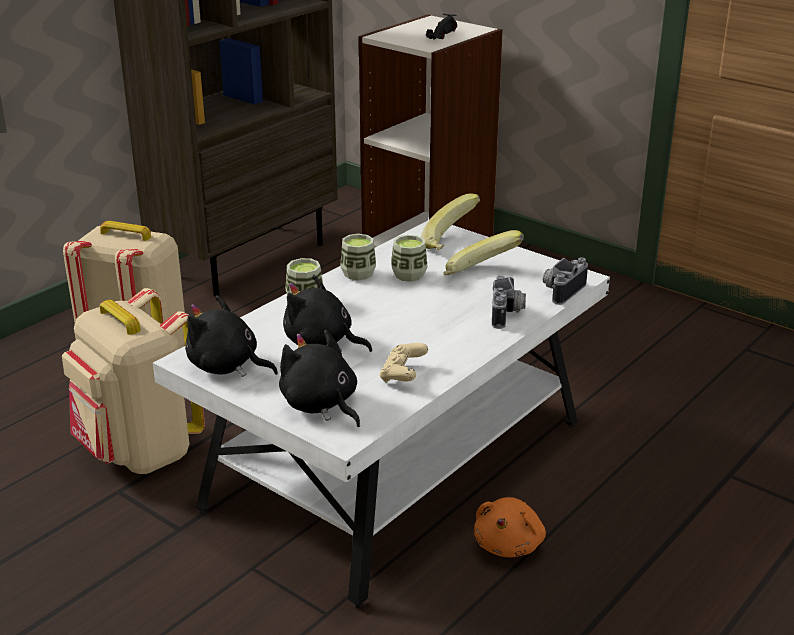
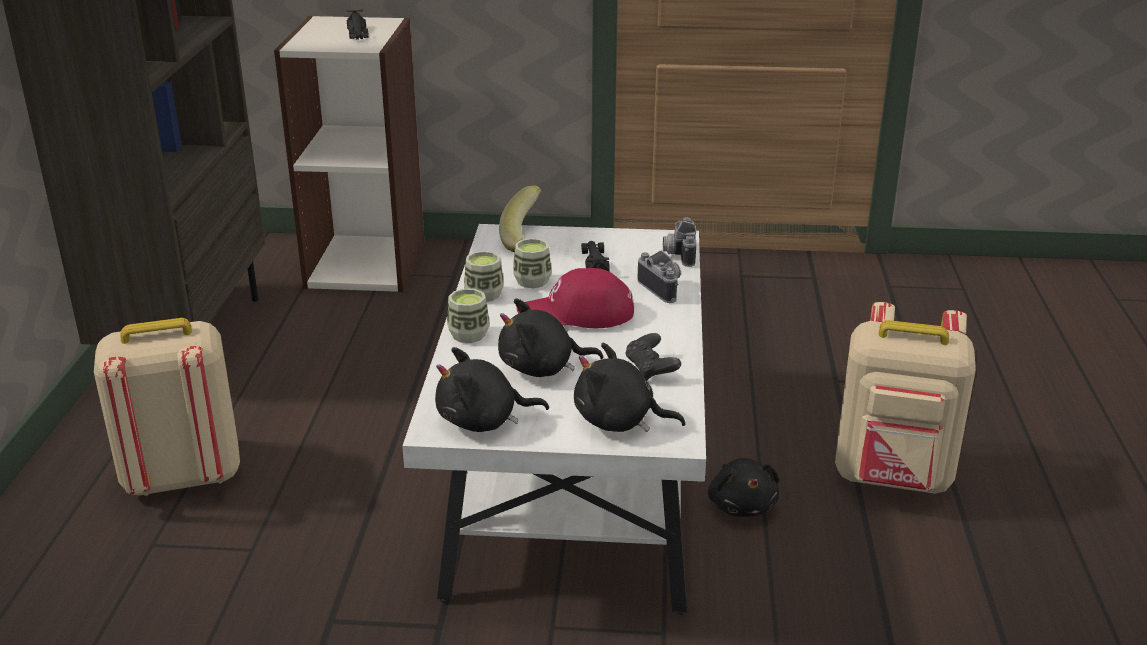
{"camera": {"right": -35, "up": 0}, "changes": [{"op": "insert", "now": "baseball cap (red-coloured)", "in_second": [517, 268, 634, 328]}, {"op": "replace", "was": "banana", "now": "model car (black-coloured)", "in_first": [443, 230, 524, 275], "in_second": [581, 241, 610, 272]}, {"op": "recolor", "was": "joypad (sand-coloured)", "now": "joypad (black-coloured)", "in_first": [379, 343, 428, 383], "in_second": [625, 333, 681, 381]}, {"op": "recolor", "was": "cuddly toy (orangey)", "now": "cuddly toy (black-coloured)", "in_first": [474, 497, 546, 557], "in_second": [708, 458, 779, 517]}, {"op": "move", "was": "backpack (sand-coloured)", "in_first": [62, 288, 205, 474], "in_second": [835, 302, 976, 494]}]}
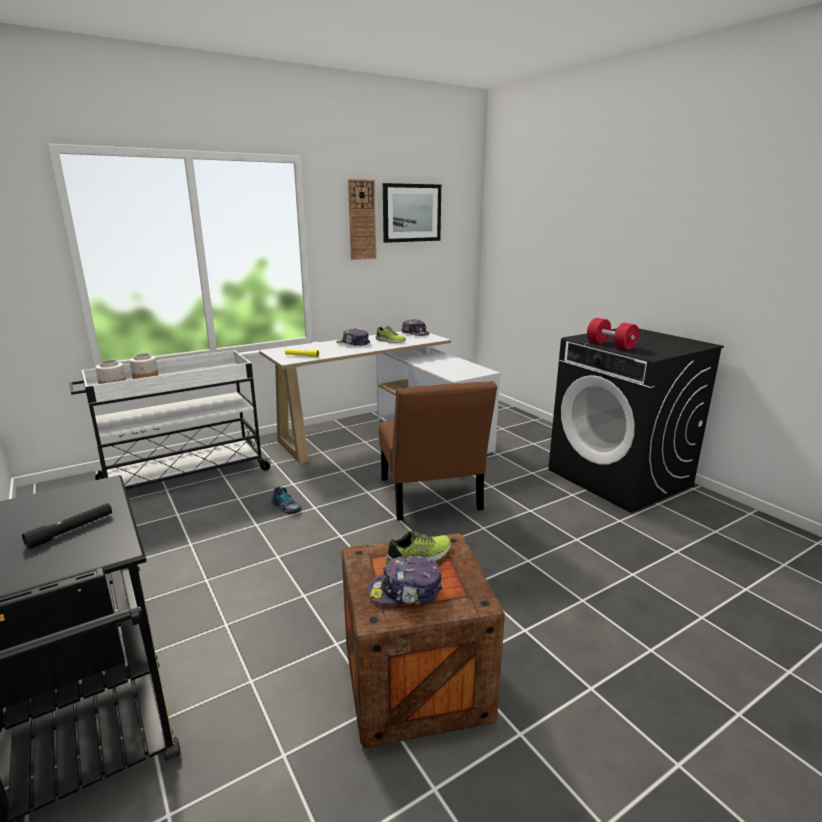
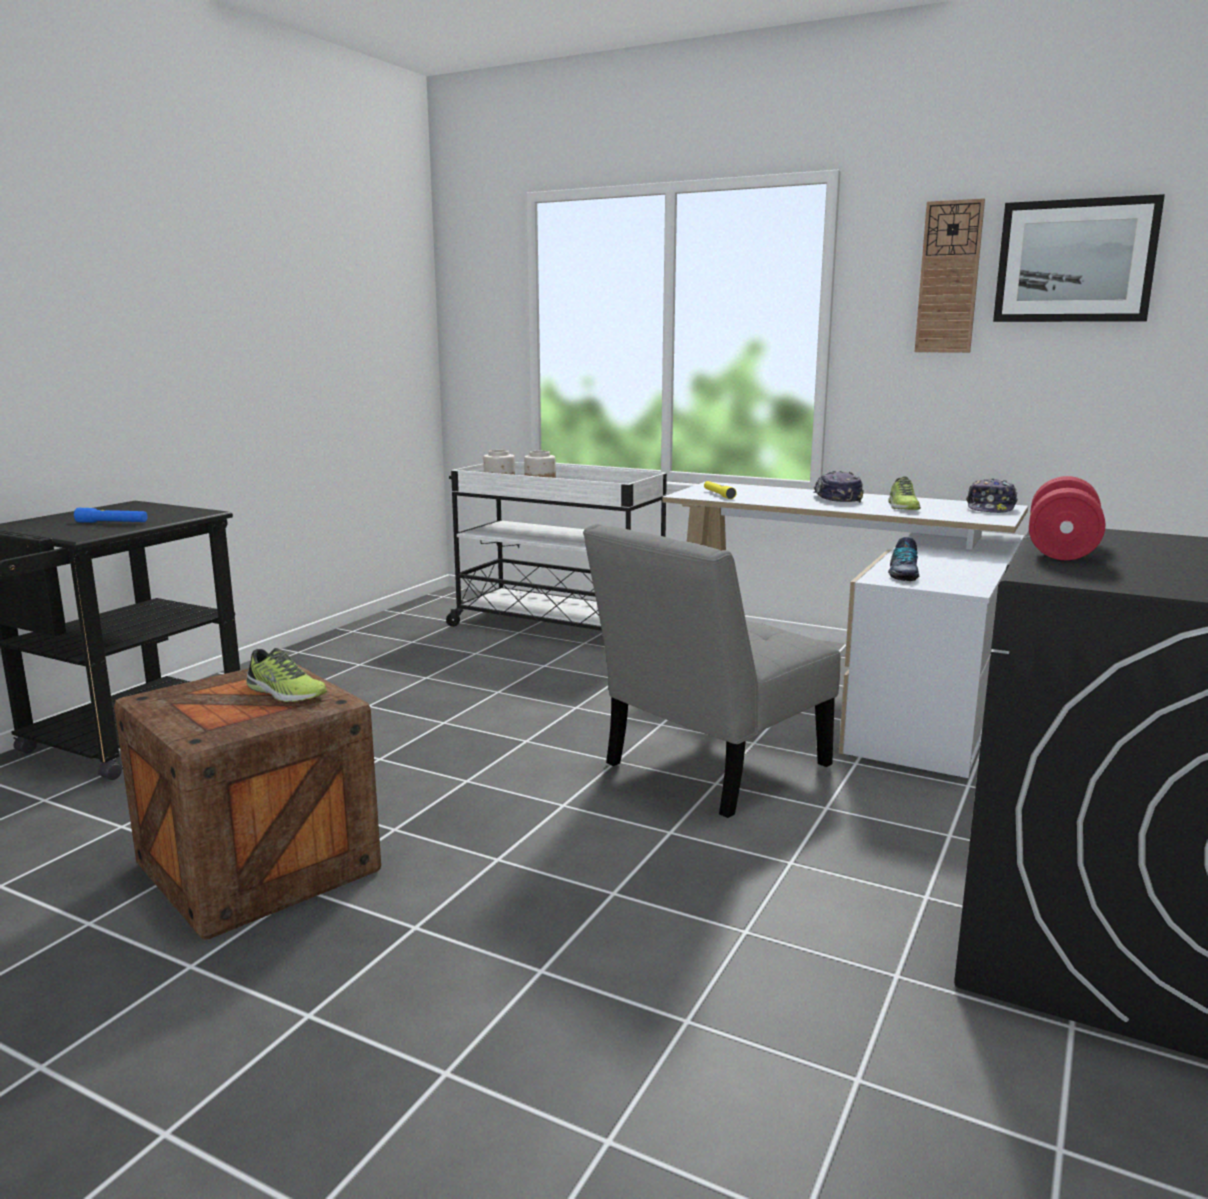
{"camera": {"right": 60, "up": -5}, "changes": [{"op": "recolor", "was": "torch (black-coloured)", "now": "torch (blue)", "in_first": [22, 503, 112, 549], "in_second": [74, 508, 148, 523]}, {"op": "recolor", "was": "chair (brown)", "now": "chair (greyish)", "in_first": [379, 381, 497, 521], "in_second": [583, 524, 840, 818]}, {"op": "move", "was": "shoe", "in_first": [272, 486, 301, 514], "in_second": [888, 537, 920, 581]}, {"op": "delete", "was": "baseball cap", "in_first": [367, 556, 443, 605]}]}
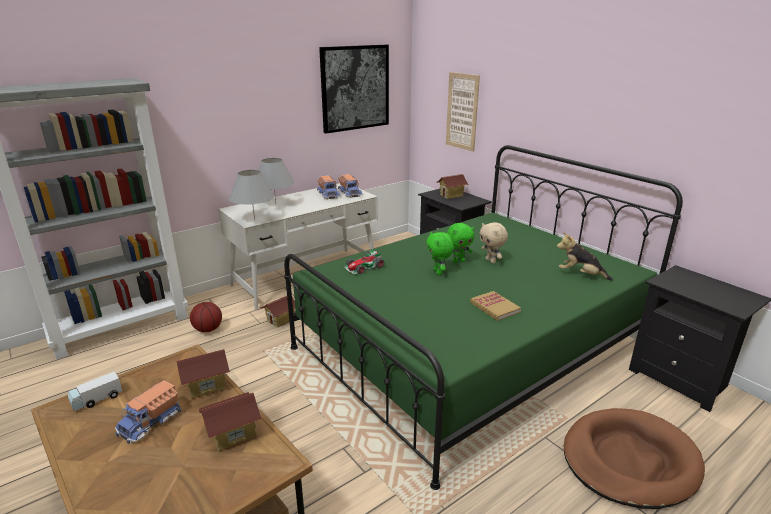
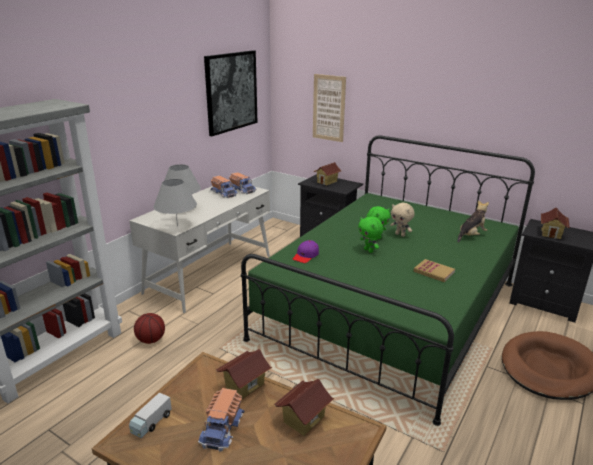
{"camera": {"right": -20, "up": 0}, "changes": [{"op": "replace", "was": "model car", "now": "baseball cap (purple)", "in_first": [344, 249, 384, 274], "in_second": [293, 240, 319, 263]}, {"op": "rotate", "was": "cuddly toy", "in_first": [557, 232, 613, 281], "in_second": [457, 200, 489, 243], "clockwise": 135}, {"op": "move", "was": "model house", "in_first": [260, 296, 295, 328], "in_second": [541, 208, 570, 239]}]}
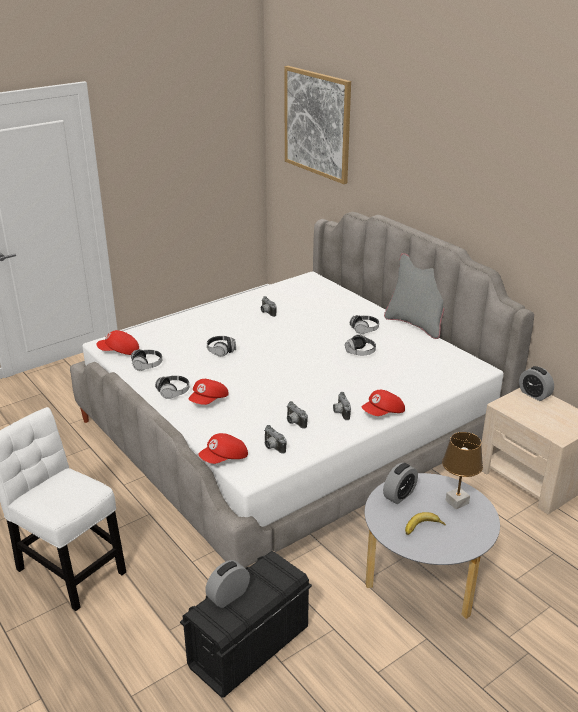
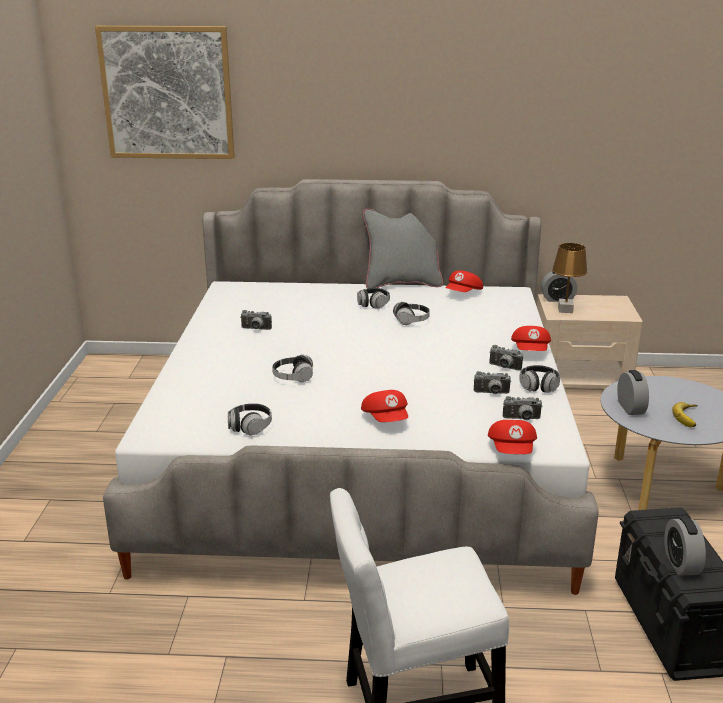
{"camera": {"right": -50, "up": -5}, "changes": [{"op": "move", "was": "baseball cap (red-coloured)", "in_first": [96, 330, 139, 355], "in_second": [445, 270, 483, 292]}, {"op": "move", "was": "headset", "in_first": [155, 375, 189, 399], "in_second": [519, 365, 560, 393]}, {"op": "move", "was": "table lamp (brown)", "in_first": [442, 432, 483, 509], "in_second": [552, 243, 588, 313]}]}
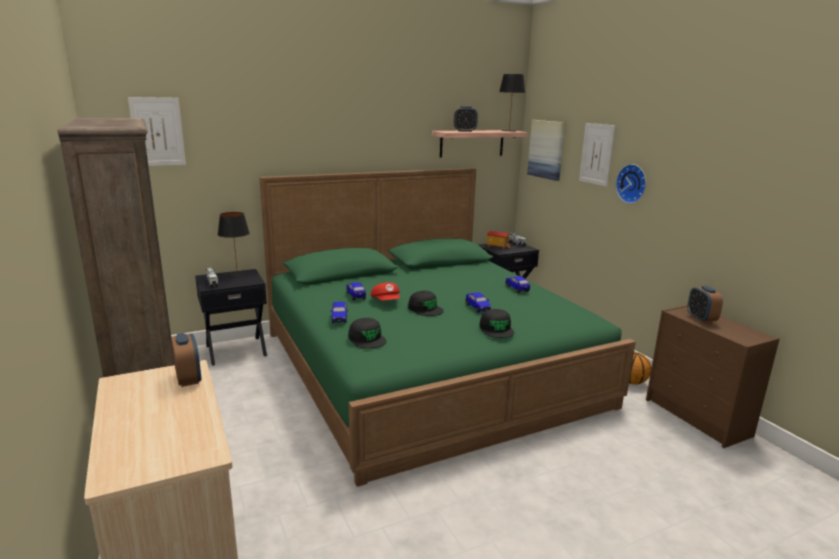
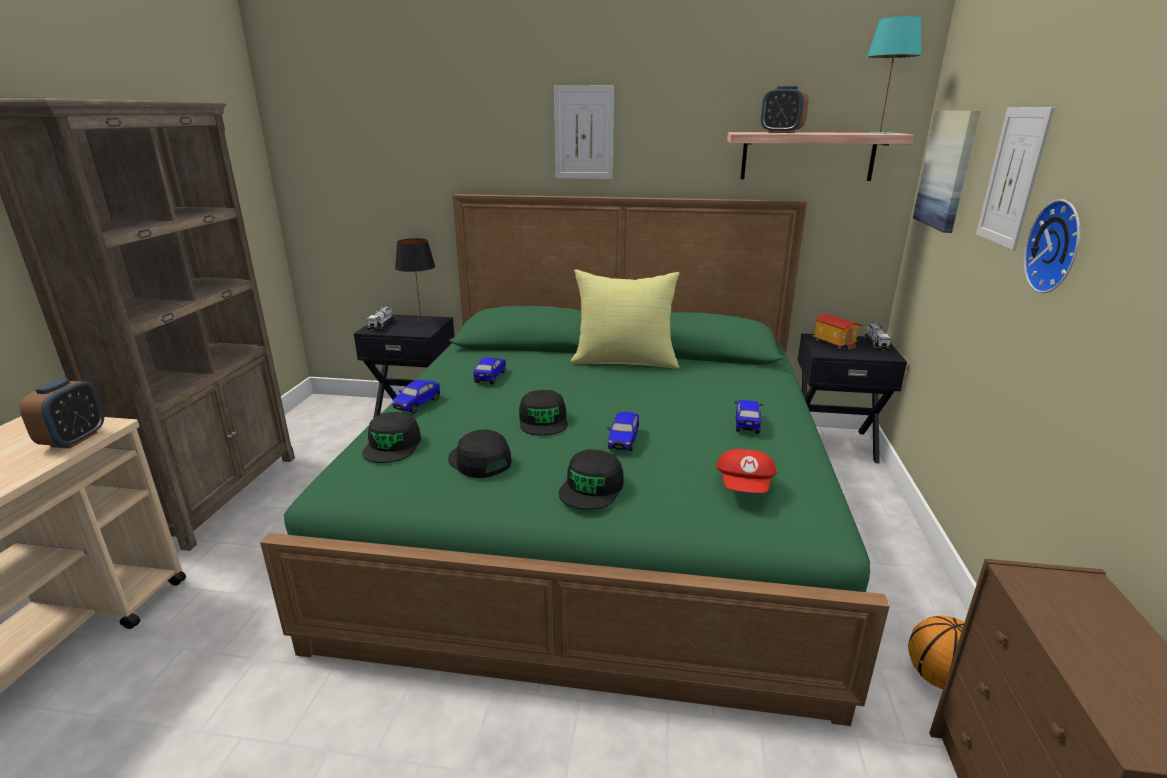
{"camera": {"right": 35, "up": 5}, "changes": [{"op": "insert", "now": "baseball cap (black-coloured)", "in_second": [448, 429, 512, 478]}, {"op": "move", "was": "wall picture", "in_first": [128, 97, 186, 166], "in_second": [554, 85, 614, 179]}, {"op": "insert", "now": "cushion (yellow)", "in_second": [570, 269, 680, 369]}, {"op": "move", "was": "baseball cap (red-coloured)", "in_first": [371, 282, 400, 300], "in_second": [716, 449, 777, 493]}, {"op": "recolor", "was": "table lamp (black-coloured)", "now": "table lamp (turquoise-coloured)", "in_first": [499, 74, 525, 132], "in_second": [865, 16, 922, 134]}, {"op": "delete", "was": "bedside clock", "in_first": [687, 286, 723, 323]}]}
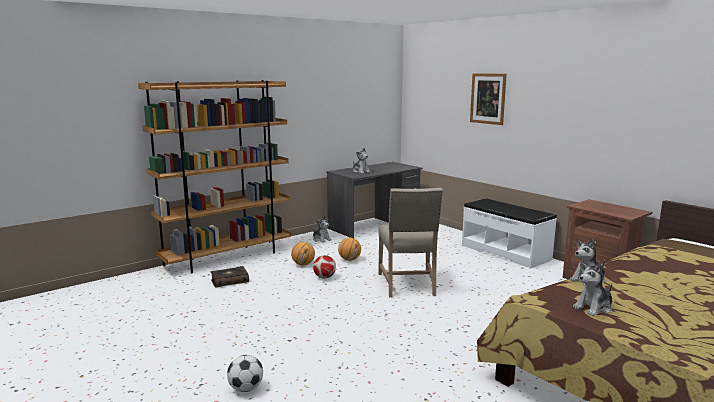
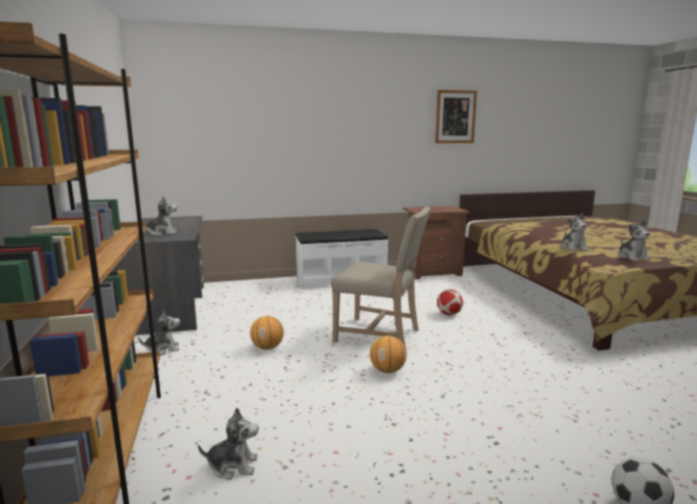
{"camera": {"right": -65, "up": 0}, "changes": [{"op": "replace", "was": "bound book", "now": "cuddly toy", "in_first": [211, 266, 249, 288], "in_second": [198, 407, 259, 480]}, {"op": "move", "was": "basketball ball", "in_first": [291, 242, 315, 265], "in_second": [370, 336, 407, 373]}, {"op": "move", "was": "wall picture", "in_first": [470, 73, 507, 125], "in_second": [435, 90, 477, 143]}, {"op": "move", "was": "football ball", "in_first": [313, 255, 336, 278], "in_second": [437, 289, 463, 315]}]}
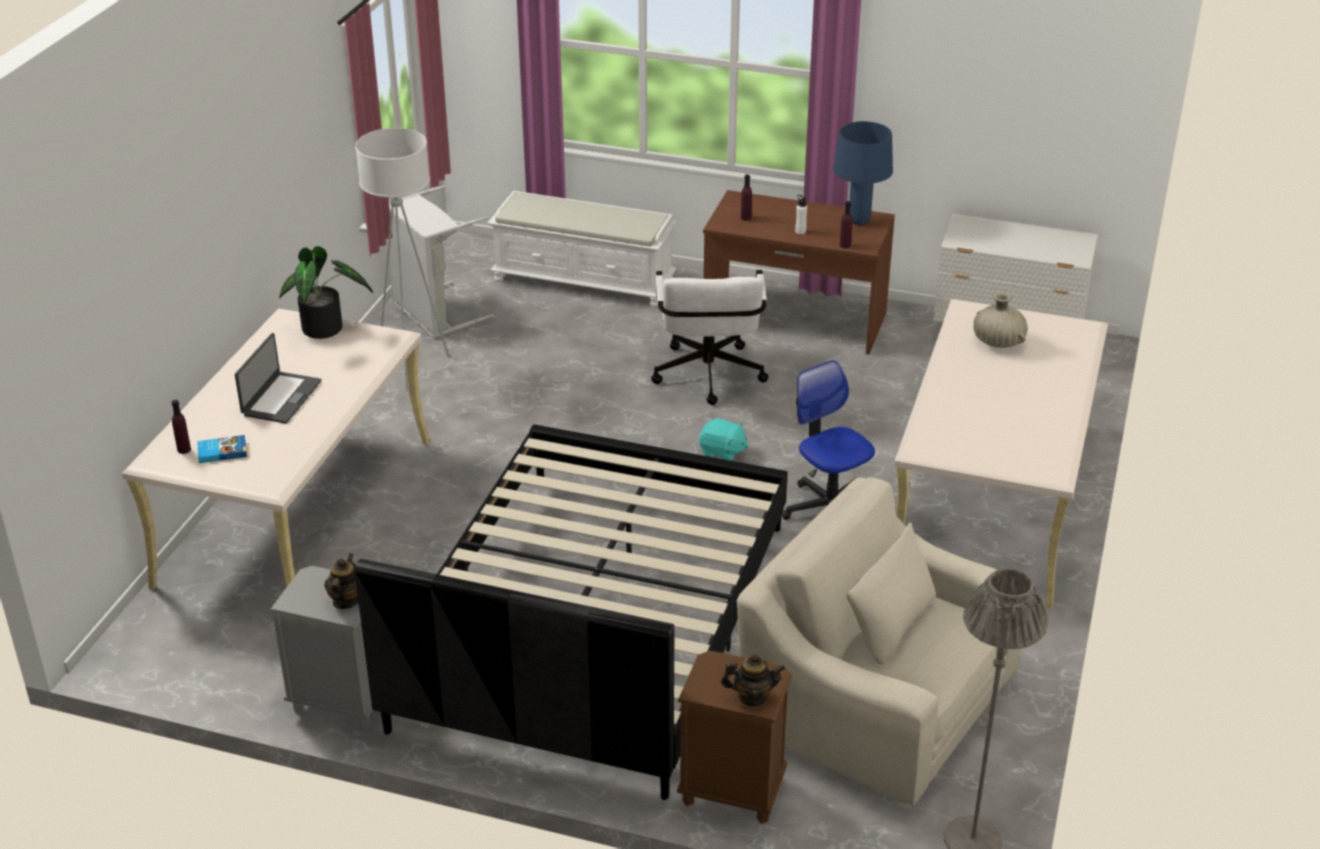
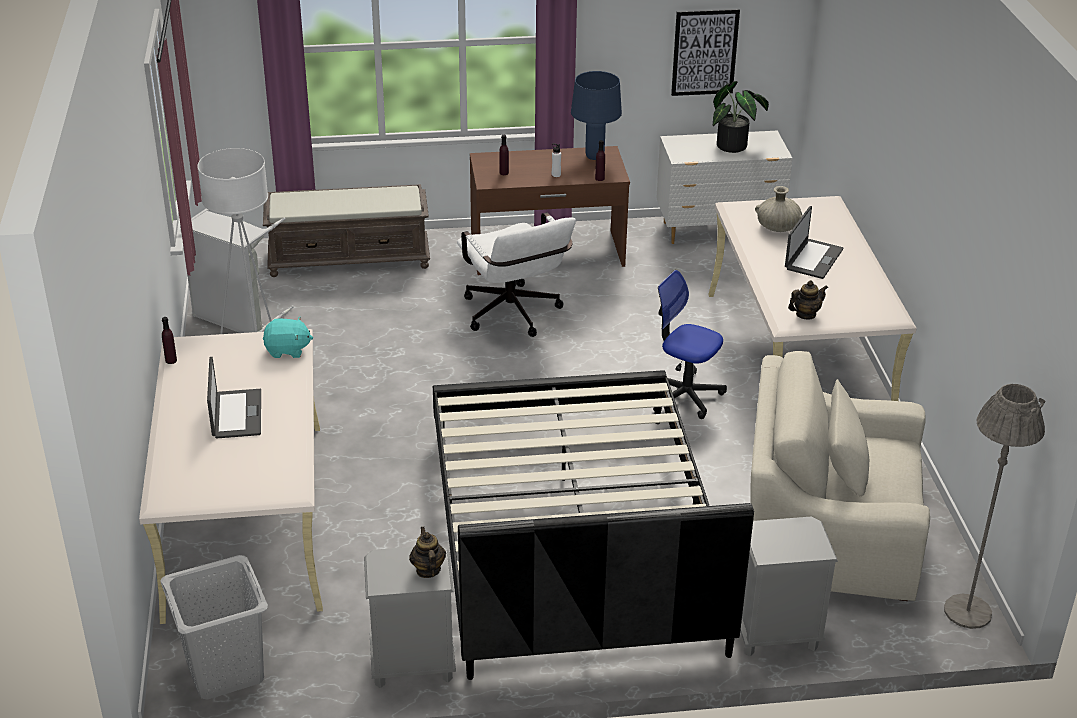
{"camera": {"right": -25, "up": 0}, "changes": [{"op": "insert", "now": "hamper (greyish)", "in_second": [160, 555, 268, 700]}, {"op": "move", "was": "beverage bottle (purple)", "in_first": [172, 400, 191, 454], "in_second": [162, 317, 177, 364]}, {"op": "recolor", "was": "long seat (white-coloured)", "now": "long seat (brown)", "in_first": [488, 191, 677, 308], "in_second": [263, 184, 430, 277]}, {"op": "move", "was": "cuddly toy (turquoise-coloured)", "in_first": [699, 418, 748, 461], "in_second": [263, 317, 313, 358]}, {"op": "insert", "now": "wall picture", "in_second": [671, 9, 740, 96]}, {"op": "move", "was": "plant in a pot", "in_first": [279, 246, 373, 339], "in_second": [713, 81, 769, 153]}, {"op": "recolor", "was": "nightstand (brown)", "now": "nightstand (greyish)", "in_first": [677, 651, 792, 824], "in_second": [740, 517, 838, 657]}, {"op": "insert", "now": "portable computer", "in_second": [785, 206, 844, 279]}, {"op": "move", "was": "pot for tea", "in_first": [721, 653, 785, 706], "in_second": [788, 280, 828, 320]}, {"op": "delete", "was": "bound book", "in_first": [197, 435, 247, 463]}]}
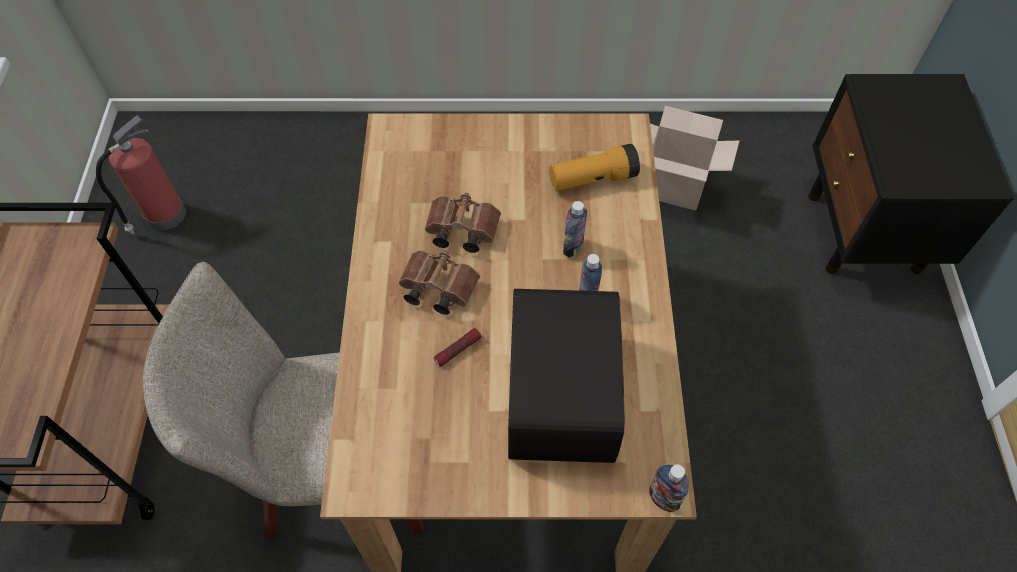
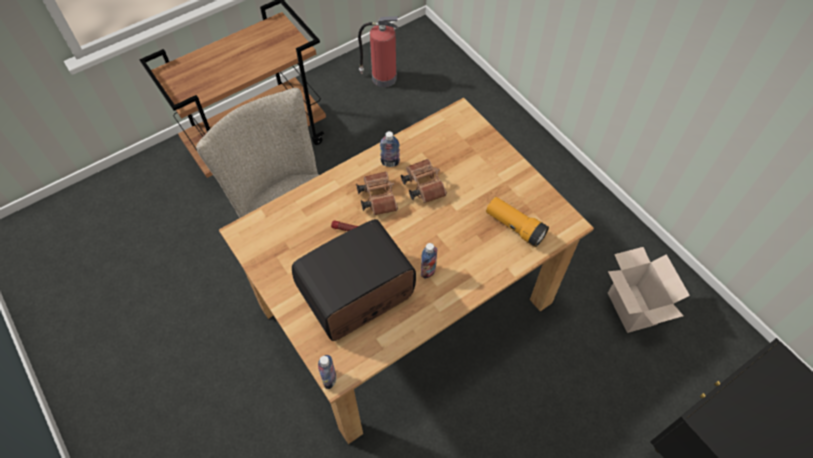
{"camera": {"right": 55, "up": 0}, "changes": [{"op": "move", "was": "beverage bottle", "in_first": [563, 201, 587, 257], "in_second": [380, 131, 400, 167]}]}
